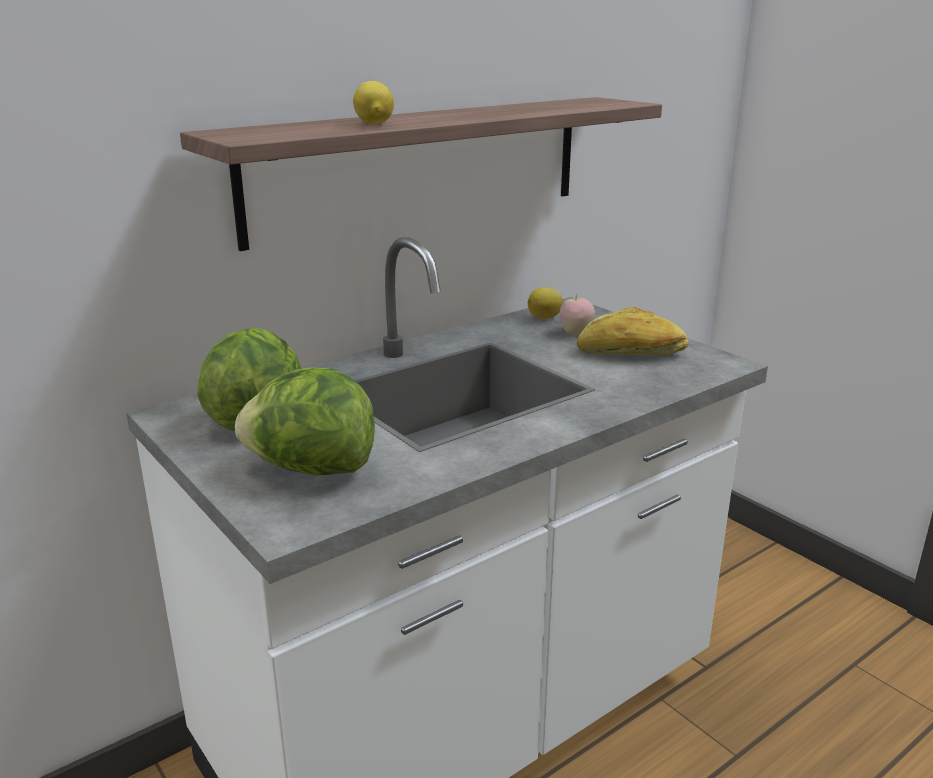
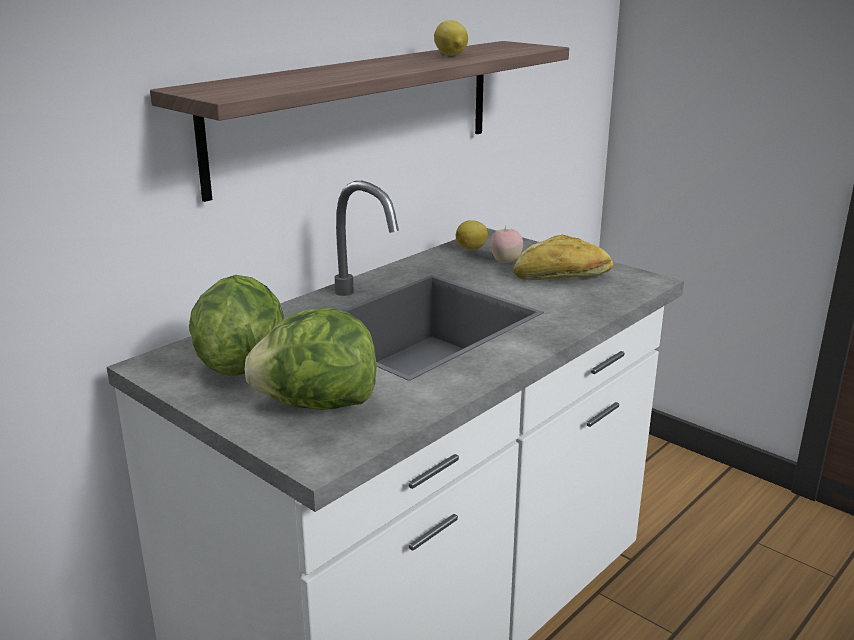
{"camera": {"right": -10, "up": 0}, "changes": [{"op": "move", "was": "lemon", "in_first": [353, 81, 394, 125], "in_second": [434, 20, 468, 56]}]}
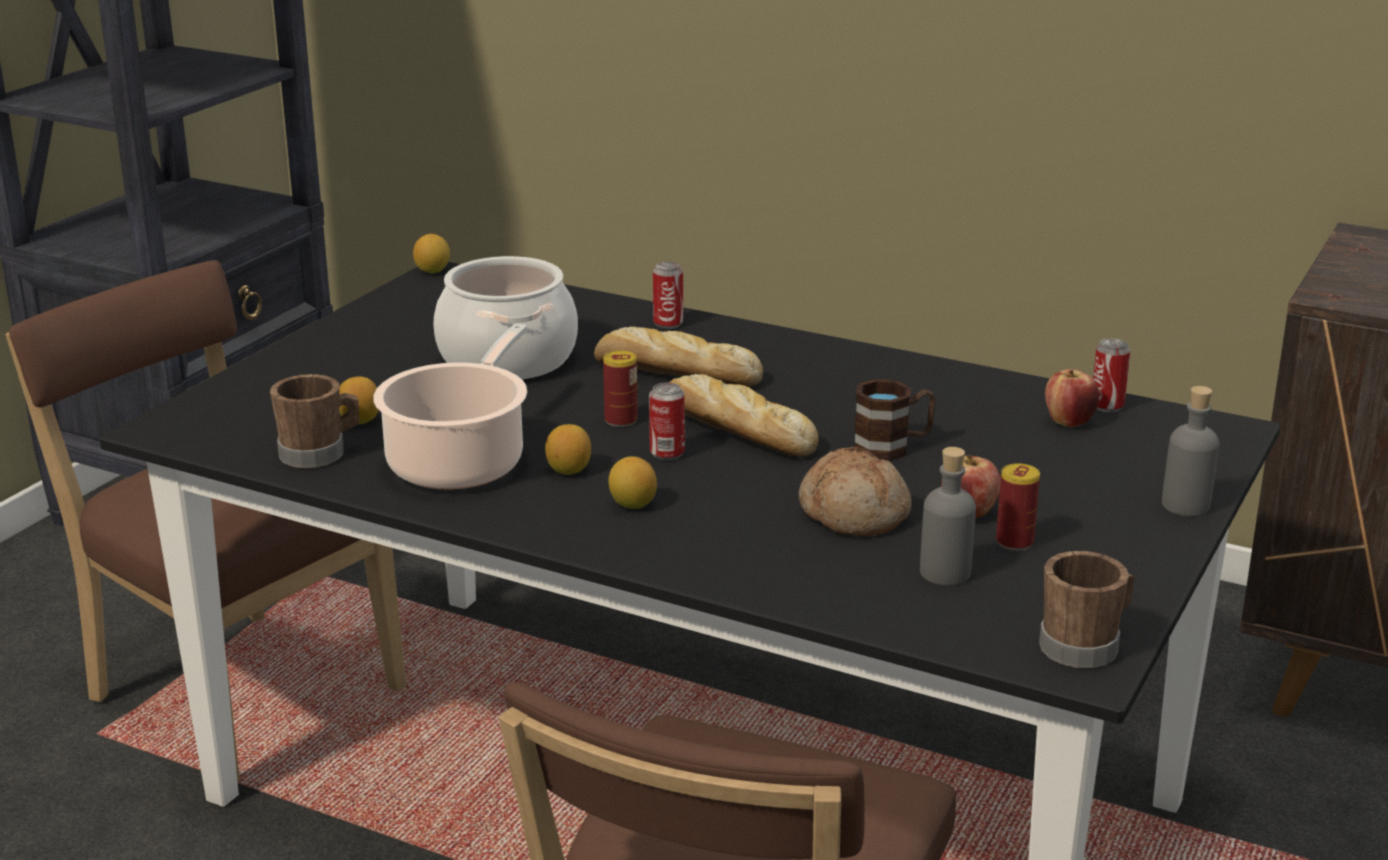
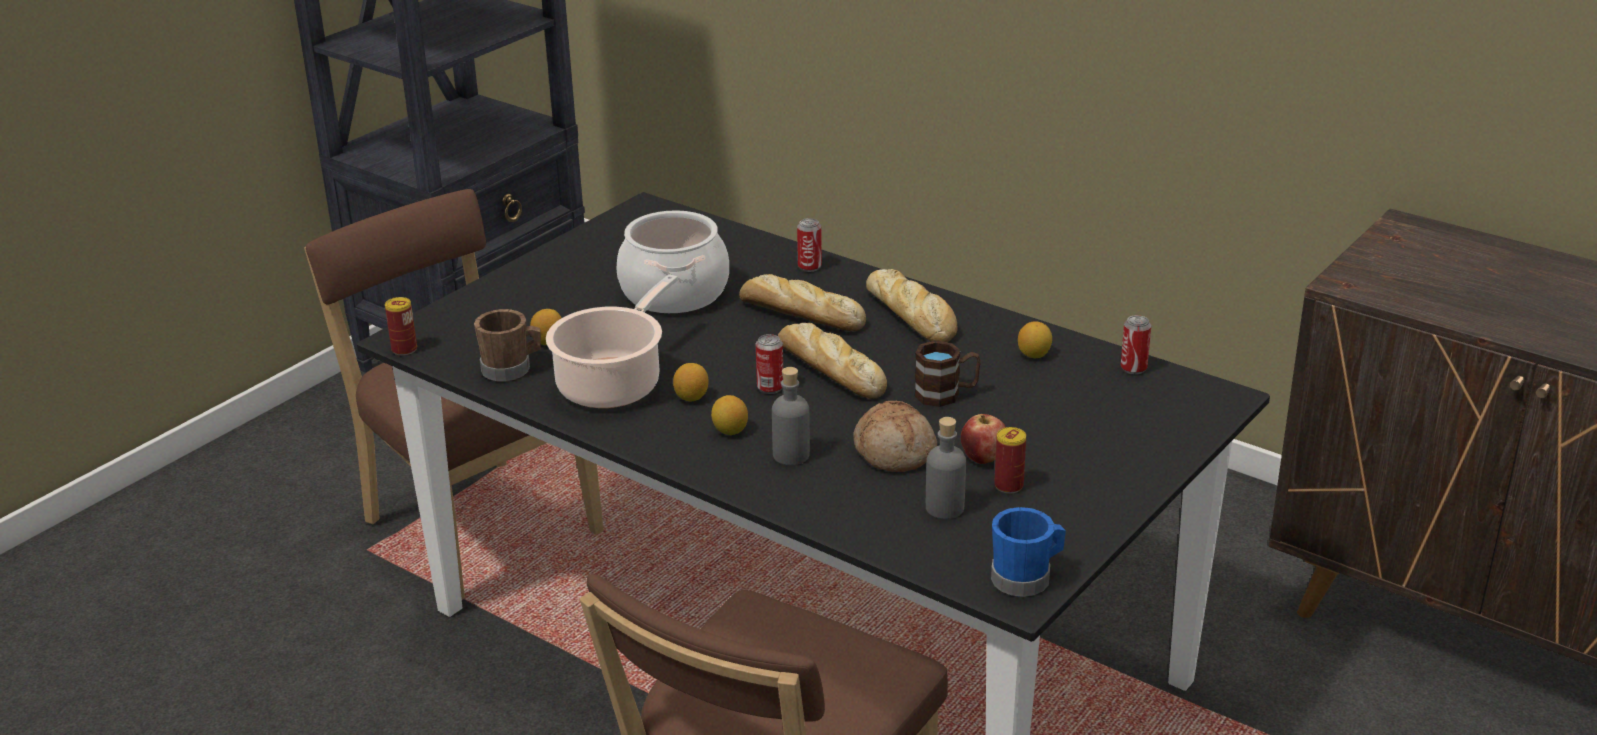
{"camera": {"right": 10, "up": 5}, "changes": [{"op": "move", "was": "sealed can", "in_first": [603, 351, 638, 427], "in_second": [385, 297, 417, 356]}, {"op": "move", "was": "beverage bottle (greyish)", "in_first": [1162, 386, 1219, 516], "in_second": [772, 367, 810, 465]}, {"op": "insert", "now": "bakery bread", "in_second": [866, 269, 958, 342]}, {"op": "recolor", "was": "tea mug (brown)", "now": "tea mug (blue)", "in_first": [1039, 551, 1135, 668], "in_second": [991, 507, 1066, 597]}, {"op": "move", "was": "lemon", "in_first": [413, 234, 450, 273], "in_second": [1018, 321, 1052, 358]}, {"op": "delete", "was": "whole apple", "in_first": [1045, 369, 1099, 428]}]}
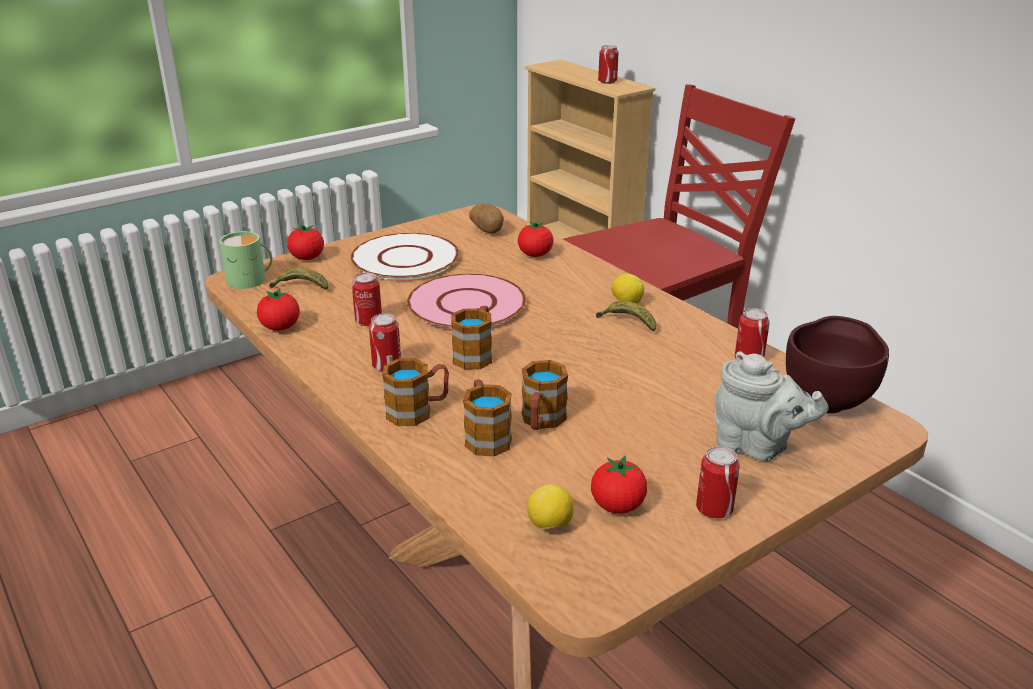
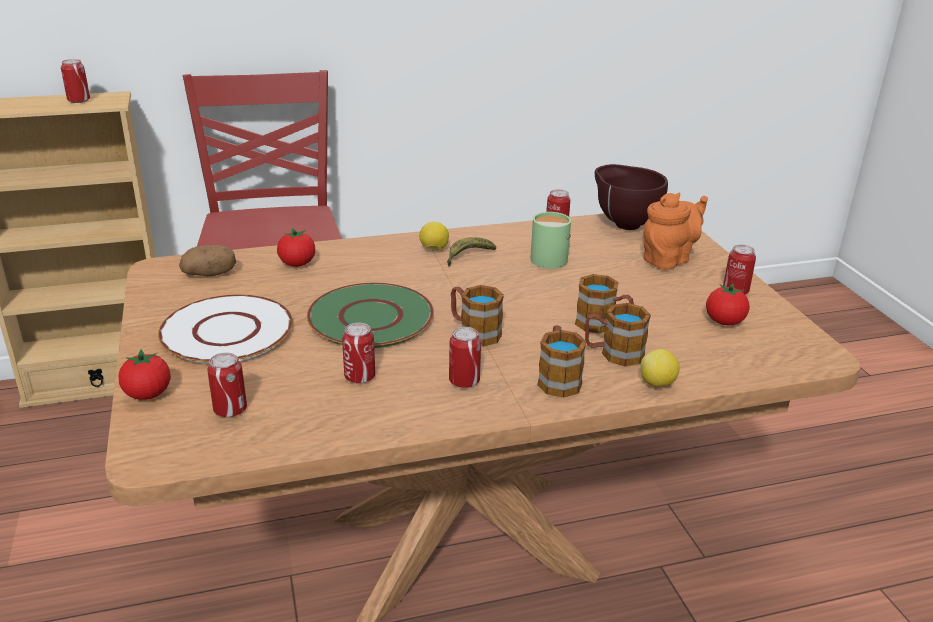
{"camera": {"right": -70, "up": 0}, "changes": [{"op": "replace", "was": "banana", "now": "sealed can", "in_first": [269, 268, 328, 290], "in_second": [207, 353, 247, 417]}, {"op": "recolor", "was": "plate (pinkish)", "now": "plate (greenish)", "in_first": [407, 274, 526, 330], "in_second": [307, 283, 434, 348]}, {"op": "move", "was": "tea mug (greenish)", "in_first": [219, 231, 272, 289], "in_second": [530, 212, 571, 269]}, {"op": "move", "was": "lemon", "in_first": [527, 484, 574, 530], "in_second": [640, 349, 680, 387]}, {"op": "recolor", "was": "pot for tea (greyish)", "now": "pot for tea (orangey)", "in_first": [714, 351, 828, 461], "in_second": [643, 193, 708, 270]}, {"op": "delete", "was": "whole tomato", "in_first": [257, 288, 300, 331]}]}
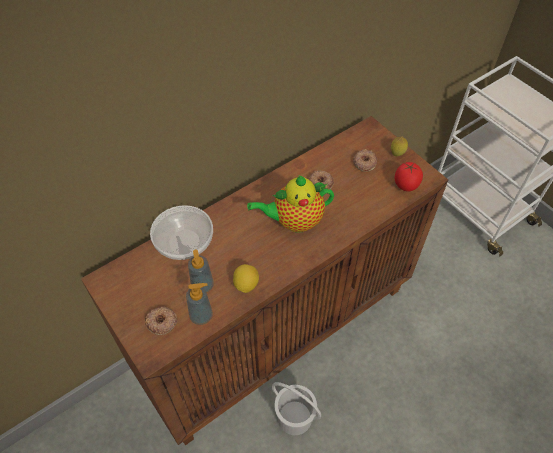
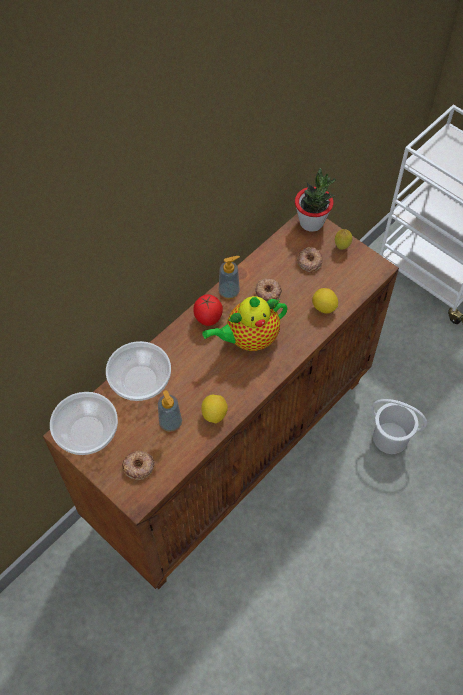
{"camera": {"right": -10, "up": 5}, "changes": [{"op": "insert", "now": "deep dish", "in_second": [50, 392, 118, 455]}, {"op": "move", "was": "whole tomato", "in_first": [395, 162, 423, 191], "in_second": [193, 294, 223, 326]}, {"op": "move", "was": "soap dispenser", "in_first": [186, 283, 213, 325], "in_second": [219, 256, 240, 299]}, {"op": "insert", "now": "plant in a pot", "in_second": [295, 168, 336, 232]}, {"op": "insert", "now": "lemon", "in_second": [312, 288, 338, 314]}, {"op": "move", "was": "water bucket (white-coloured)", "in_first": [272, 382, 321, 435], "in_second": [371, 399, 427, 454]}]}
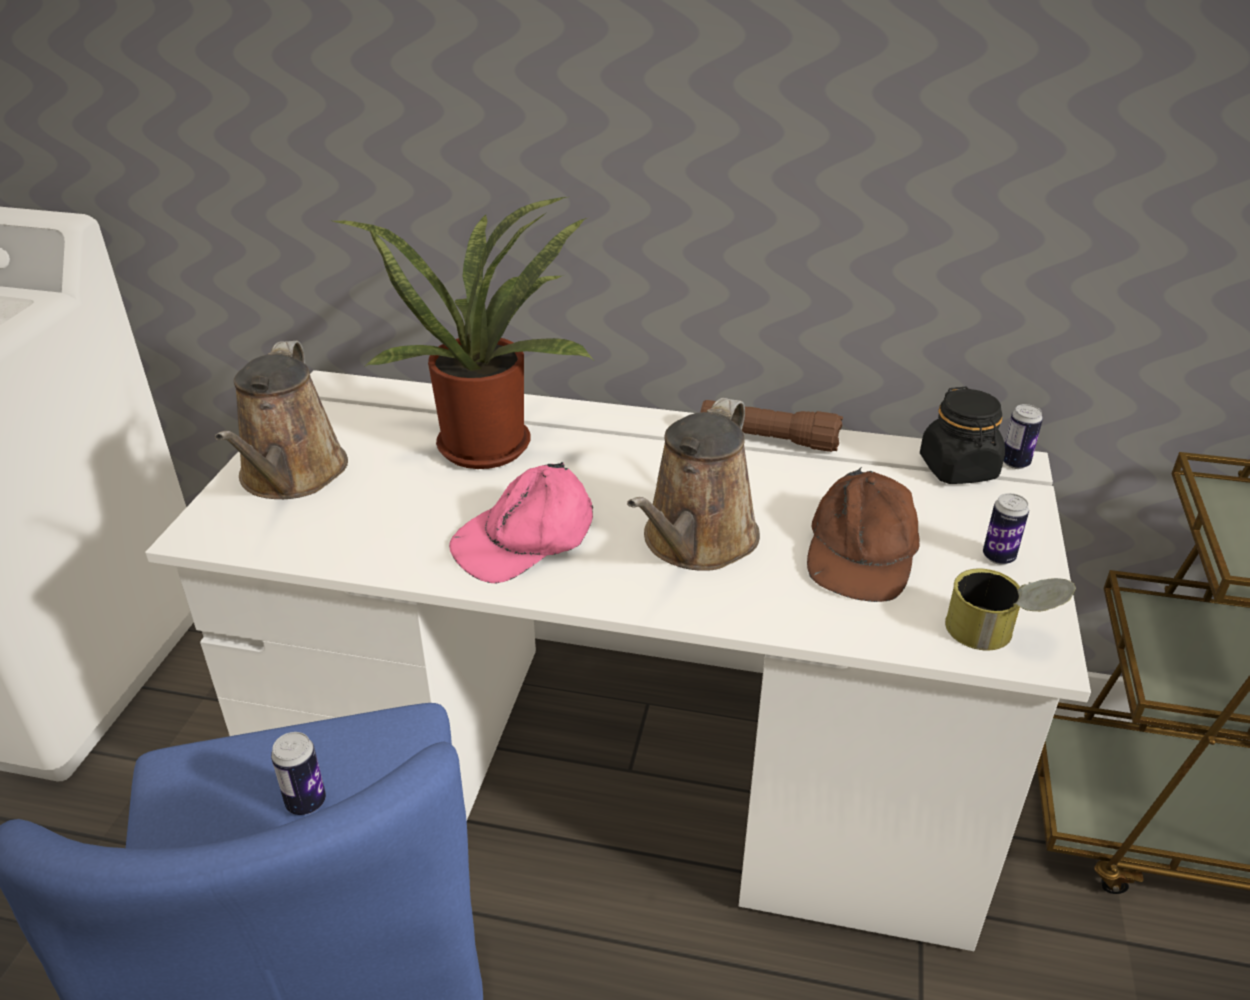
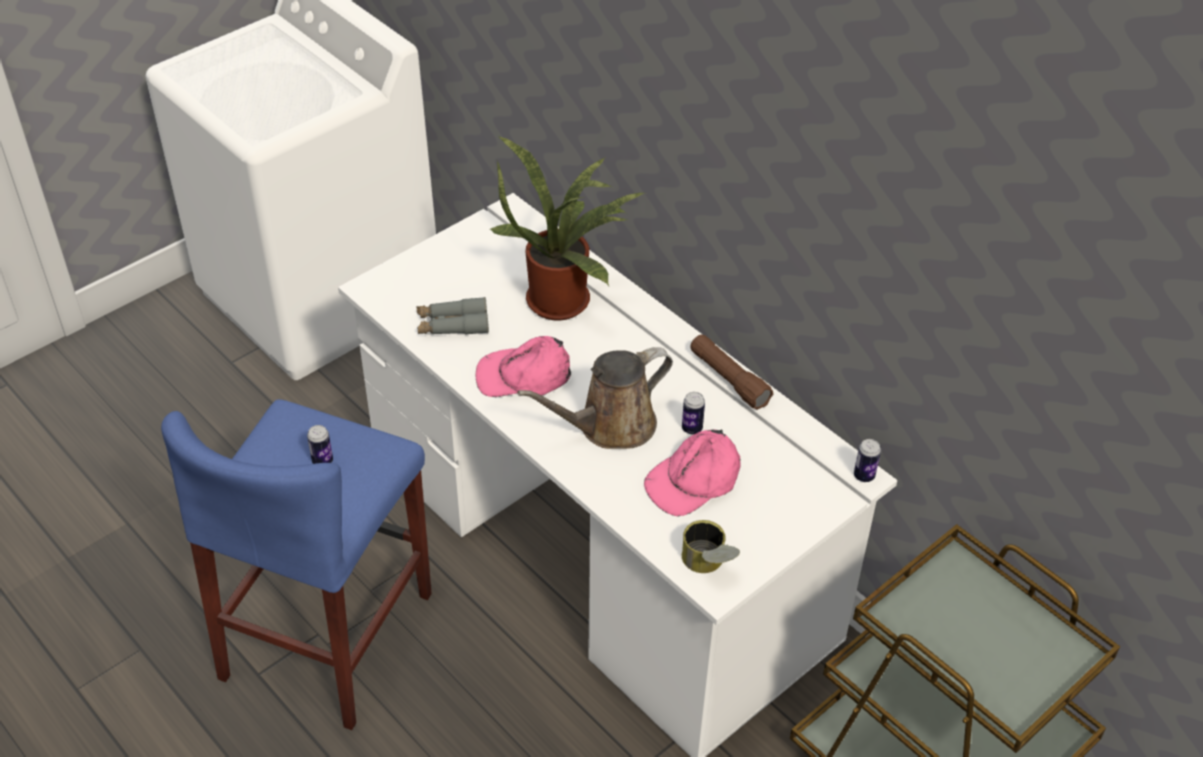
{"camera": {"right": 35, "up": 10}, "changes": [{"op": "insert", "now": "binoculars (greyish)", "in_second": [416, 297, 489, 335]}, {"op": "recolor", "was": "baseball cap (brown)", "now": "baseball cap (pinkish)", "in_first": [807, 467, 920, 602], "in_second": [644, 430, 741, 516]}, {"op": "move", "was": "sealed can", "in_first": [983, 493, 1029, 565], "in_second": [682, 392, 705, 434]}, {"op": "delete", "was": "watering pot (brown)", "in_first": [215, 341, 348, 499]}, {"op": "delete", "was": "jar (black-coloured)", "in_first": [920, 387, 1005, 484]}]}
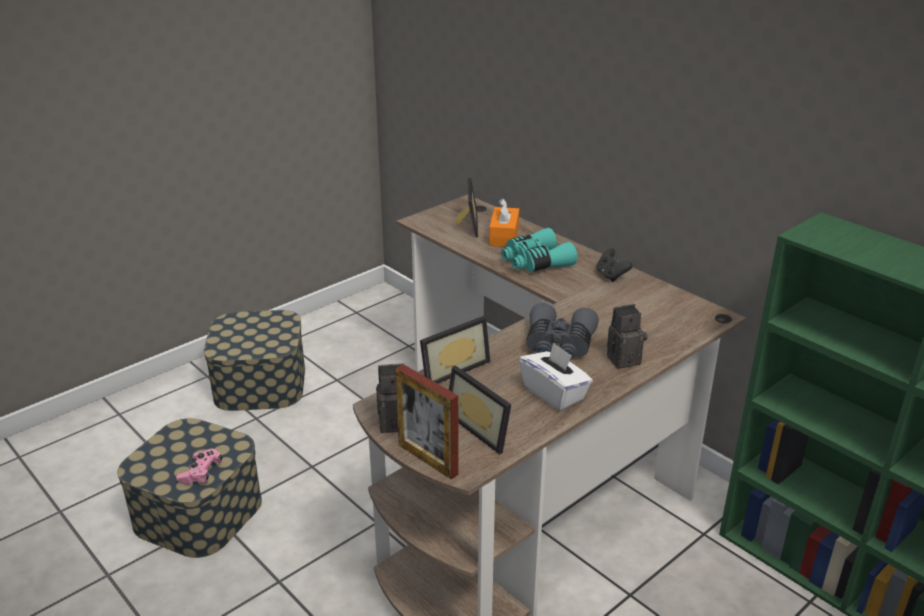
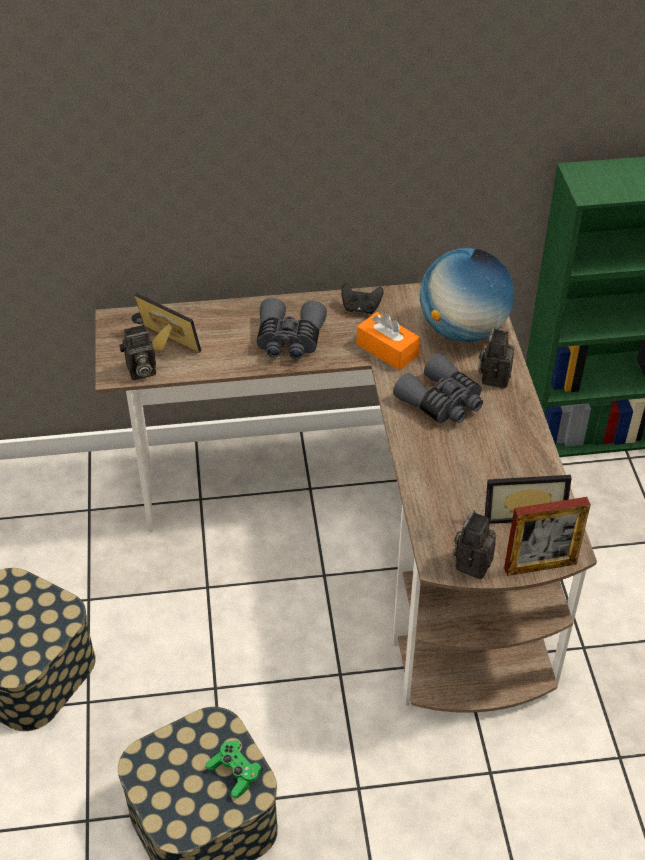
{"camera": {"right": -55, "up": 15}, "changes": [{"op": "insert", "now": "still camera", "in_second": [119, 325, 156, 380]}, {"op": "recolor", "was": "joypad (pinkish)", "now": "joypad (greenish)", "in_first": [176, 449, 223, 485], "in_second": [206, 740, 263, 798]}, {"op": "recolor", "was": "binoculars (turquoise-coloured)", "now": "binoculars (greyish)", "in_first": [501, 228, 577, 272], "in_second": [257, 298, 327, 359]}, {"op": "move", "was": "tissue box (orangey)", "in_first": [489, 198, 519, 247], "in_second": [357, 312, 420, 370]}, {"op": "insert", "now": "world globe", "in_second": [420, 248, 514, 342]}, {"op": "delete", "was": "picture frame", "in_first": [420, 316, 491, 384]}, {"op": "delete", "was": "tissue box (white-coloured)", "in_first": [519, 342, 593, 411]}]}
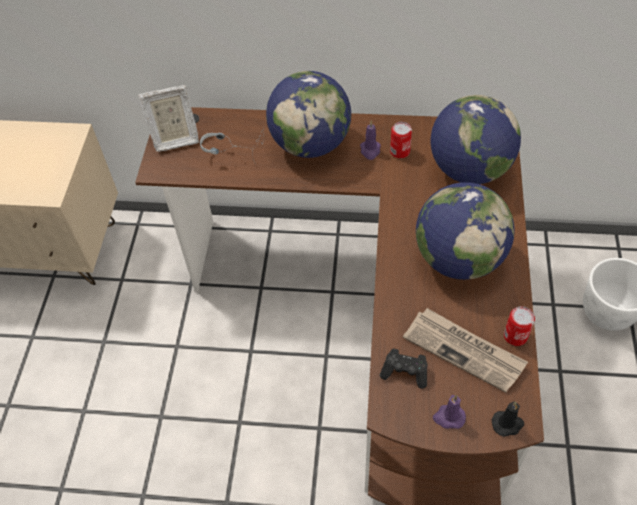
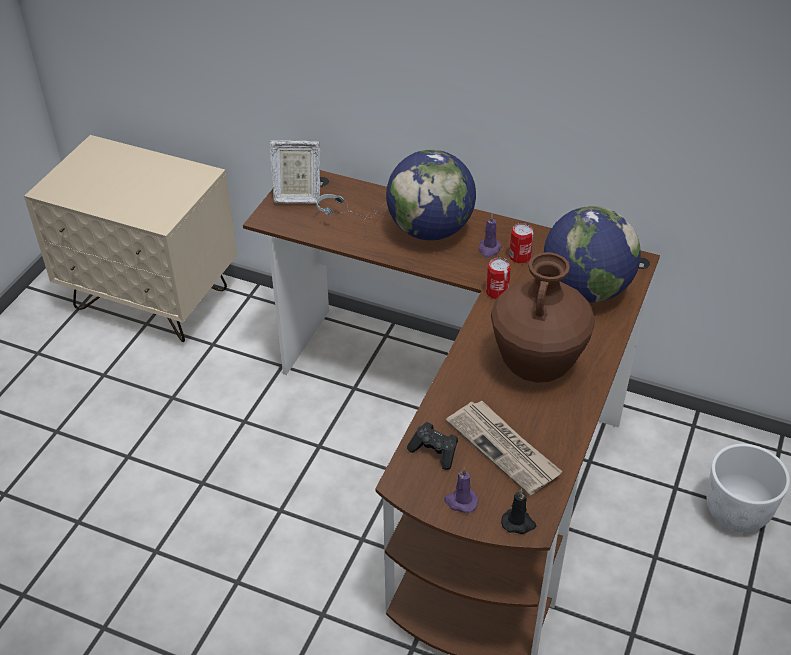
{"camera": {"right": 15, "up": -10}, "changes": [{"op": "move", "was": "sealed can", "in_first": [504, 306, 535, 346], "in_second": [486, 258, 511, 299]}, {"op": "replace", "was": "world globe", "now": "flower vase (brown)", "in_first": [416, 182, 514, 280], "in_second": [491, 252, 595, 383]}]}
